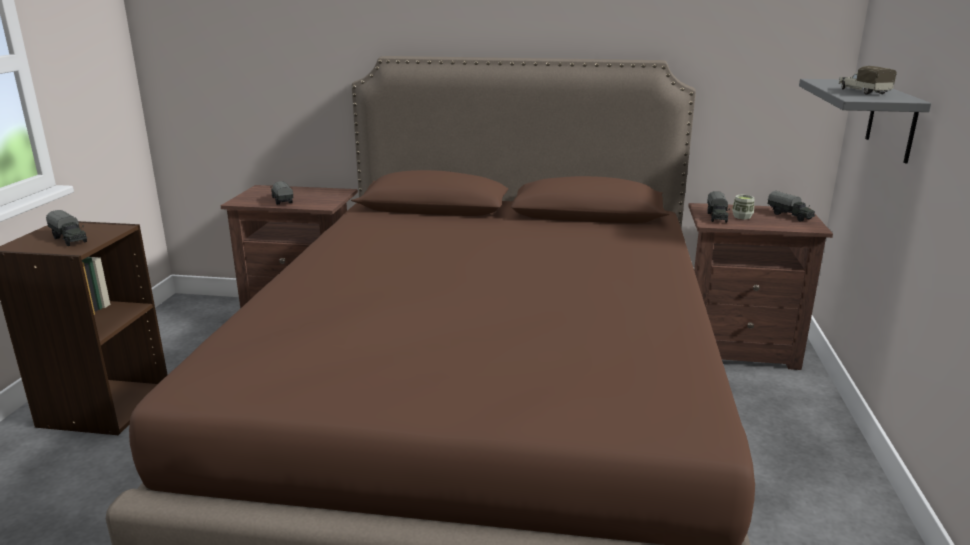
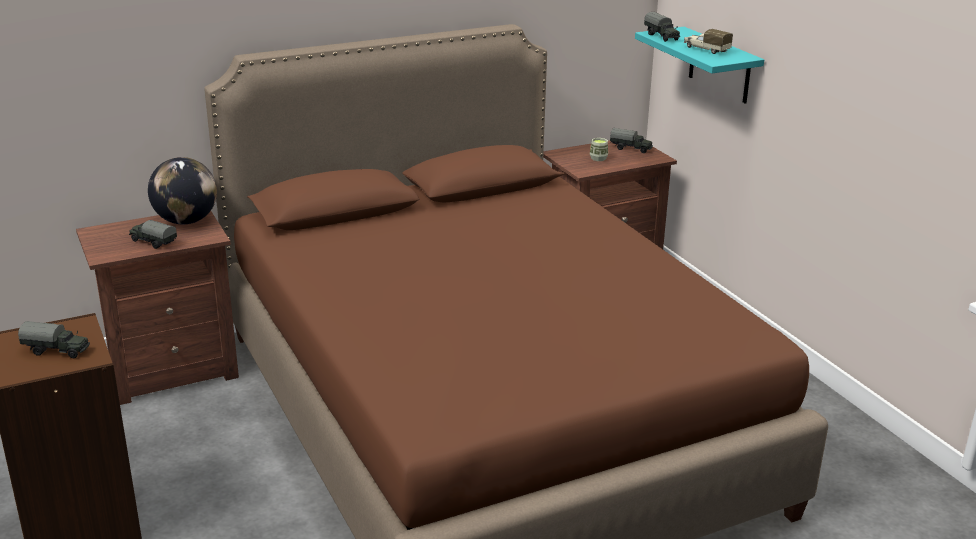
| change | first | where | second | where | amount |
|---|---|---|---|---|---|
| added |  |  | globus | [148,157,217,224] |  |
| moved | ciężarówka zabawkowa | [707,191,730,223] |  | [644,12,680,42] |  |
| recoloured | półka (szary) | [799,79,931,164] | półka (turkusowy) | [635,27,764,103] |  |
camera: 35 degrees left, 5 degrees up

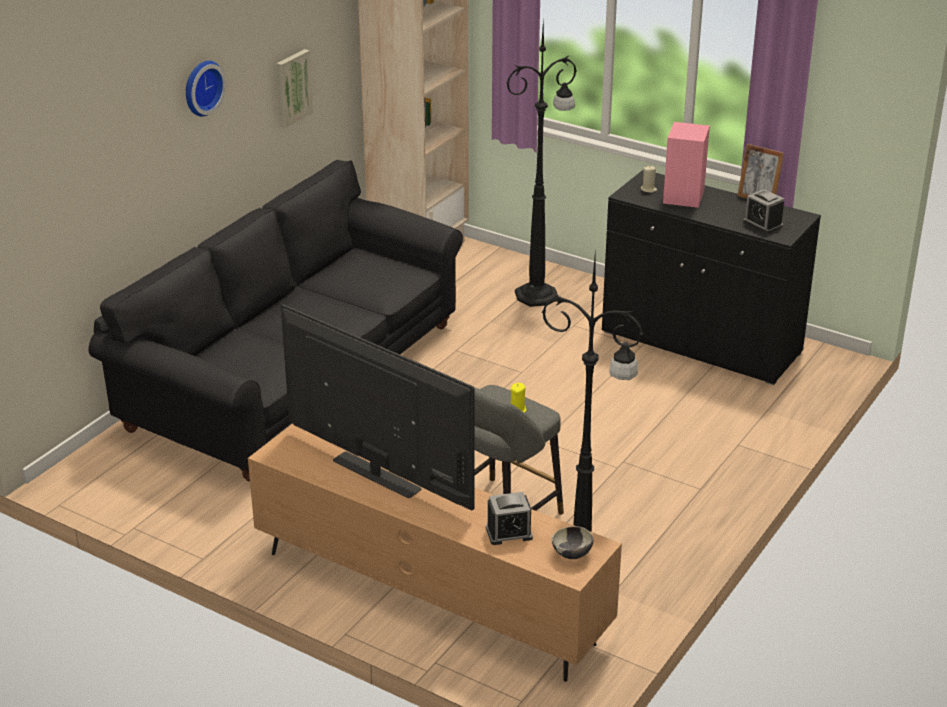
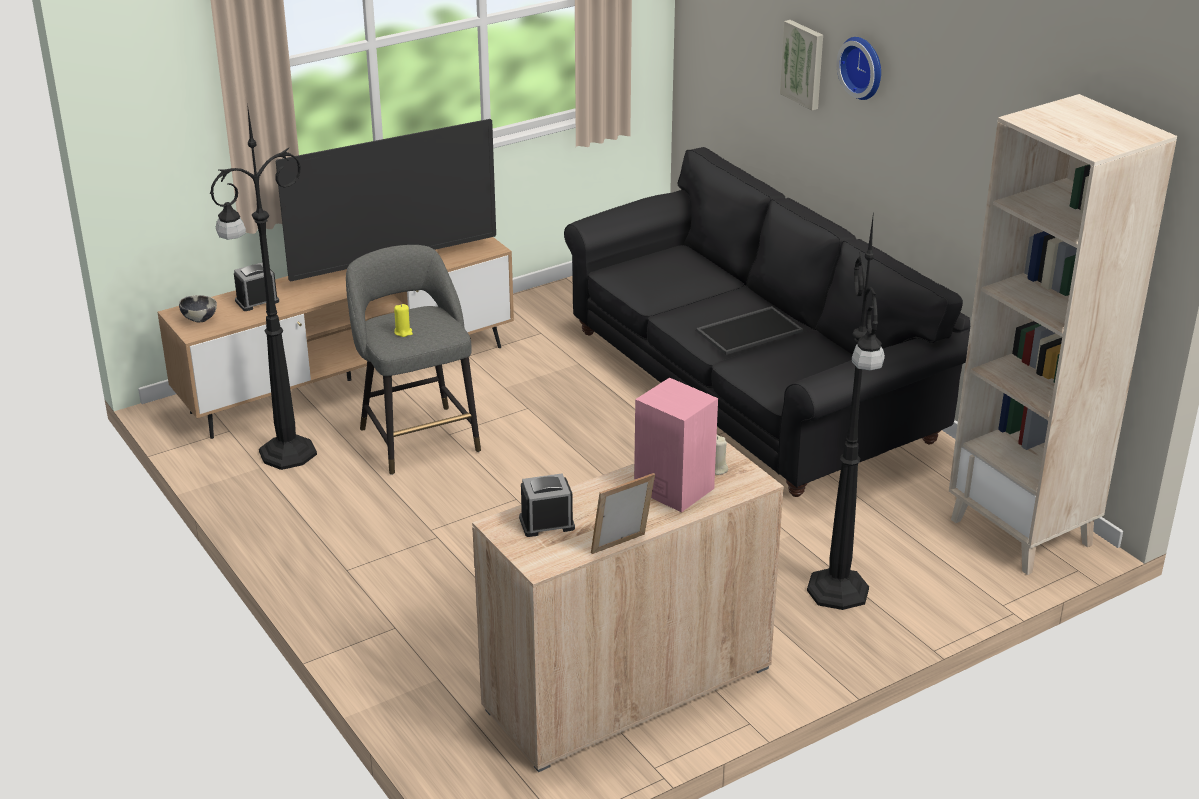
| change | first | where | second | where | amount |
|---|---|---|---|---|---|
| added |  |  | taca | [696,306,803,355] |  |
| moved | obraz | [276,49,313,128] |  | [780,20,823,111] |  |
| recoloured | szafka (czarny) | [602,170,821,385] | szafka (beżowy) | [472,435,784,772] |  |
| turned | budzik | [486,492,533,545] |  | [234,262,279,311] | 45 degrees clockwise |
camera: 115 degrees right, 0 degrees up

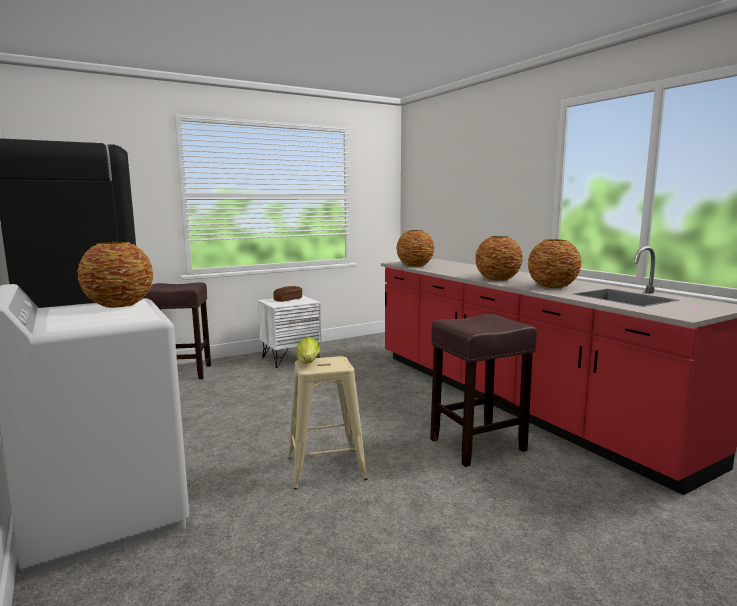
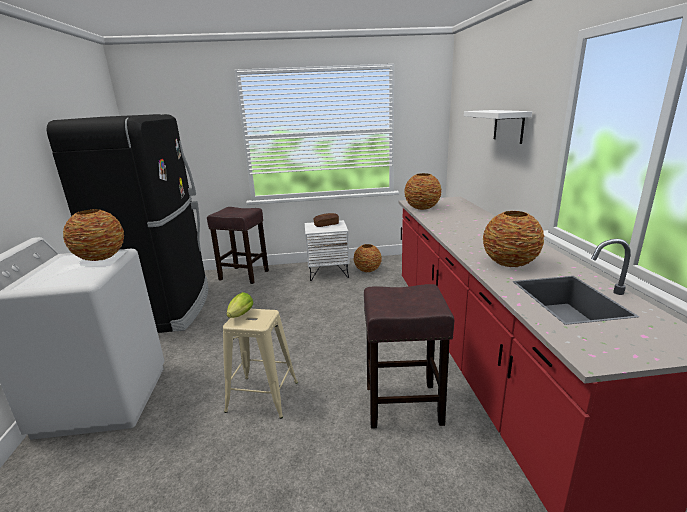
| change | first | where | second | where | amount |
|---|---|---|---|---|---|
| added |  |  | półka (biały) | [464,110,532,144] |  |
| moved | wazon | [475,236,523,281] |  | [353,244,382,272] |  |
camera: 25 degrees right, 10 degrees up

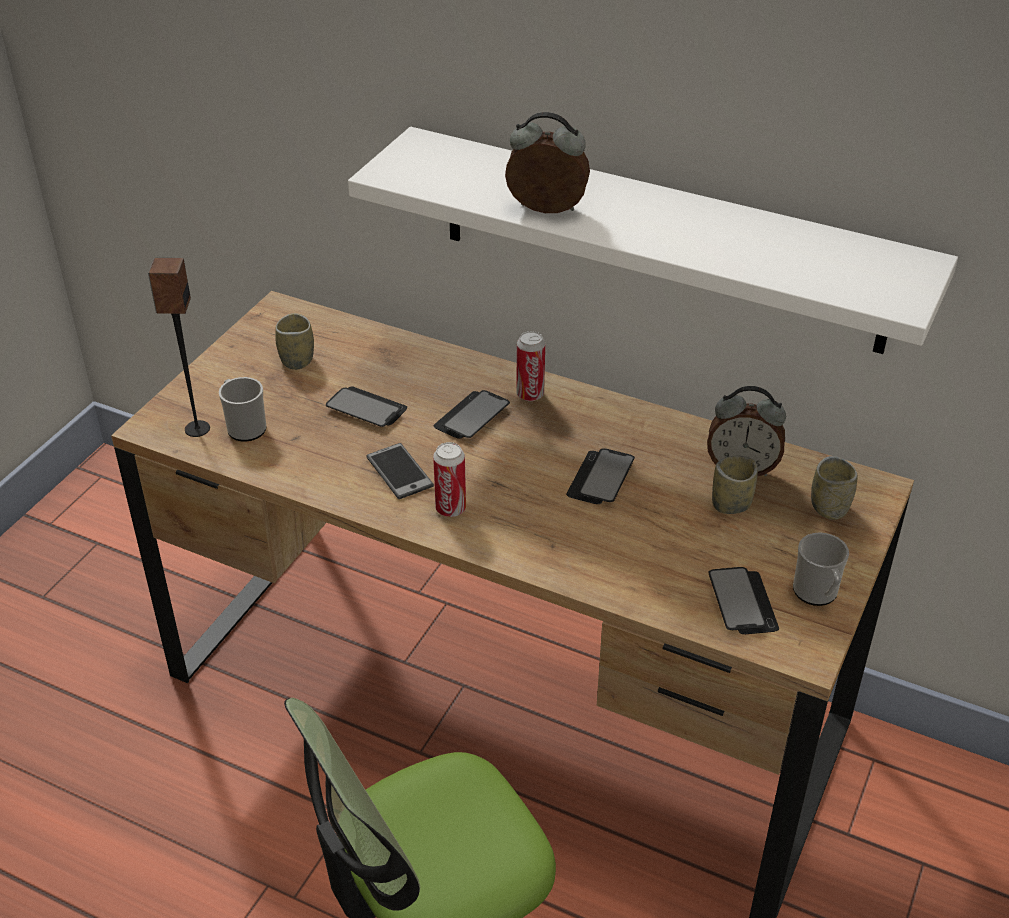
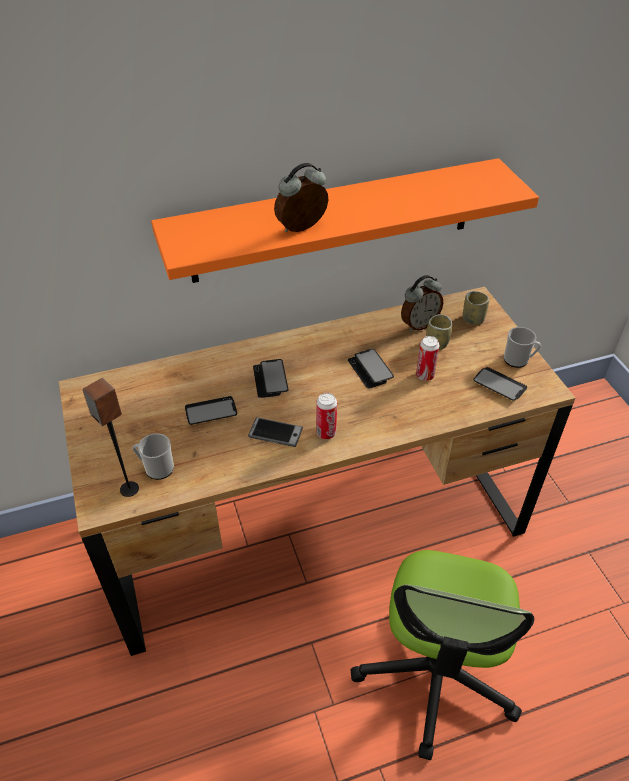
| change | first | where | second | where | amount |
|---|---|---|---|---|---|
| removed | filiżanka | [275,313,314,370] |  |  |  |
| moved | puszka | [516,331,545,401] |  | [416,336,440,381] |  |
| recoloured | półka (biały) | [348,127,958,354] | półka (pomarańczowy) | [151,158,539,283] |  |
camera: 45 degrees left, 5 degrees up

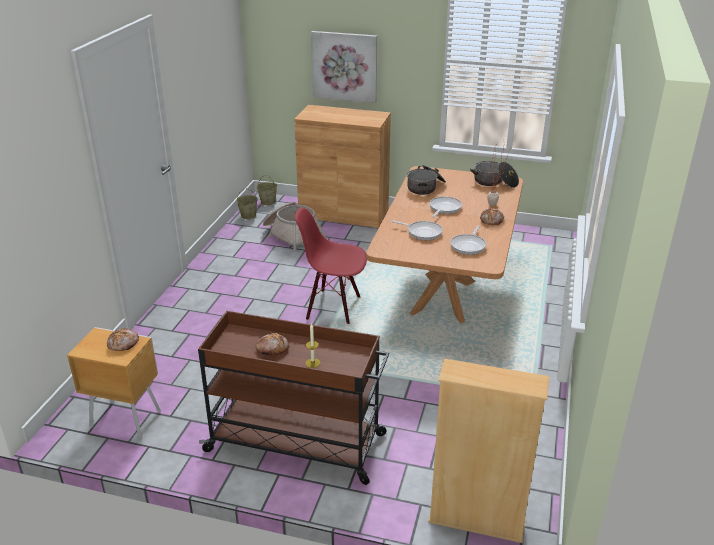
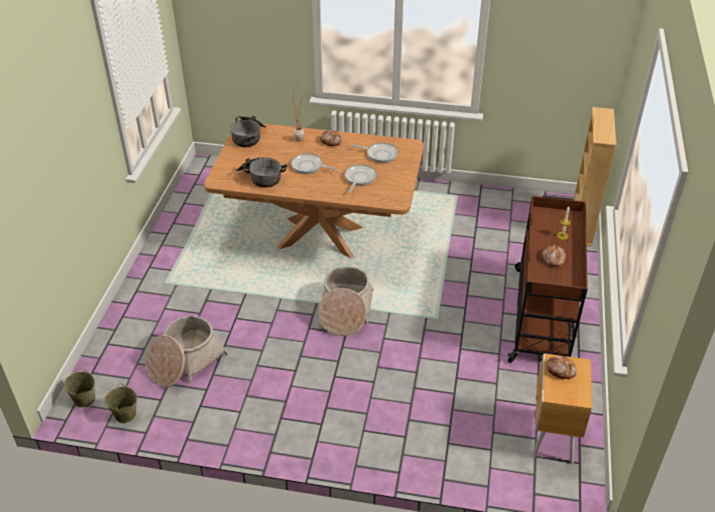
| change | first | where | second | where | amount |
|---|---|---|---|---|---|
| removed | szafka (brązowy) | [294,105,391,228] |  |  |  |
| removed | obraz | [311,31,377,103] |  |  |  |
| replaced | krzesło (czerwony) | [295,207,367,324] | koszyk | [319,266,374,336] |  |
camera: 95 degrees left, 10 degrees up

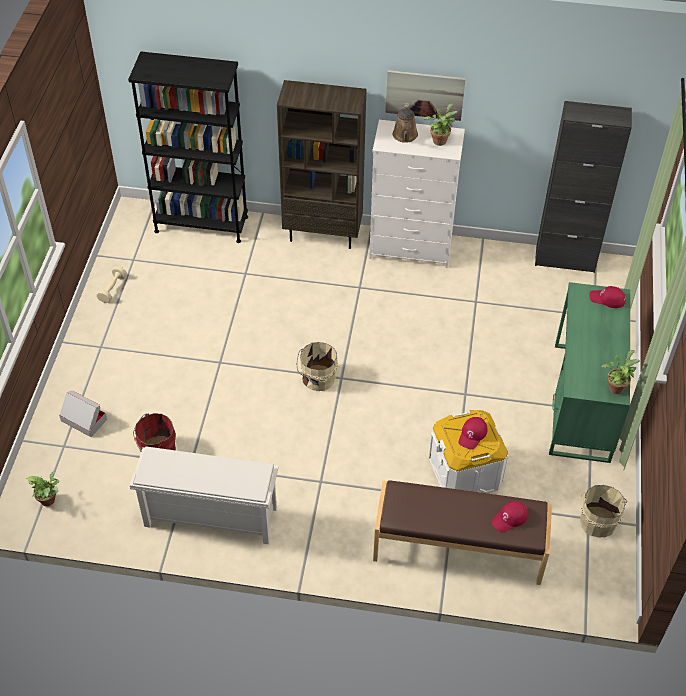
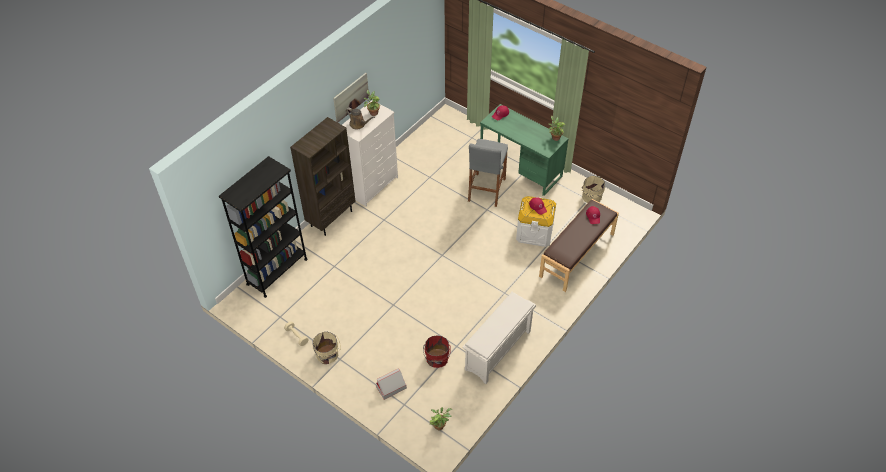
| change | first | where | second | where | amount |
|---|---|---|---|---|---|
| removed | szafka (czarny) | [535,101,632,273] |  |  |  |
| added |  |  | stołek (szary) | [468,139,508,207] |  |
| moved | wiadro (beżowy) | [297,342,338,391] |  | [313,332,341,364] |  |
camera: 60 degrees left, 0 degrees up

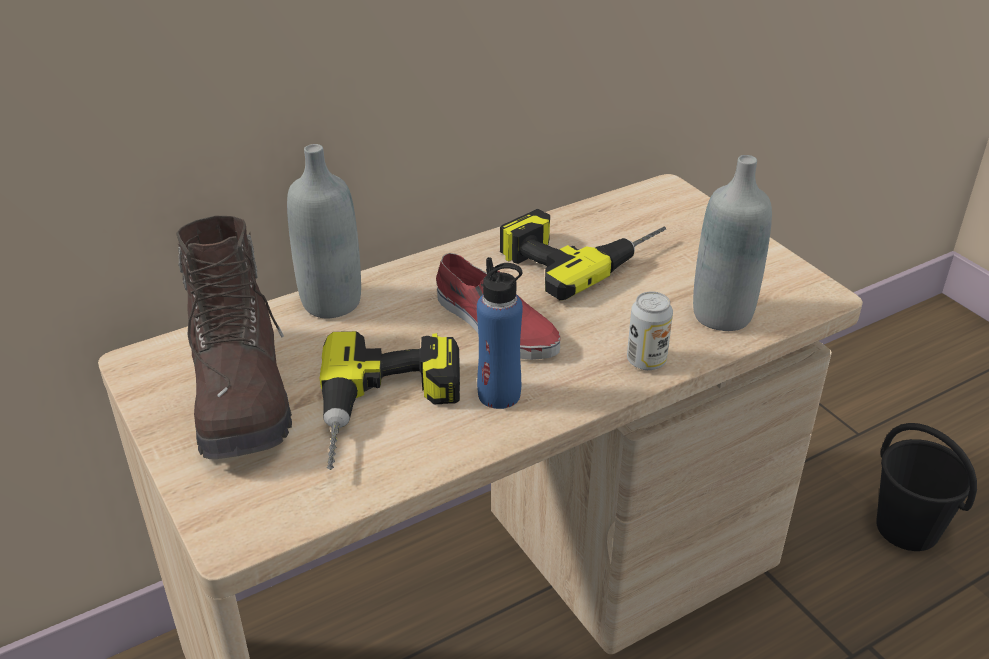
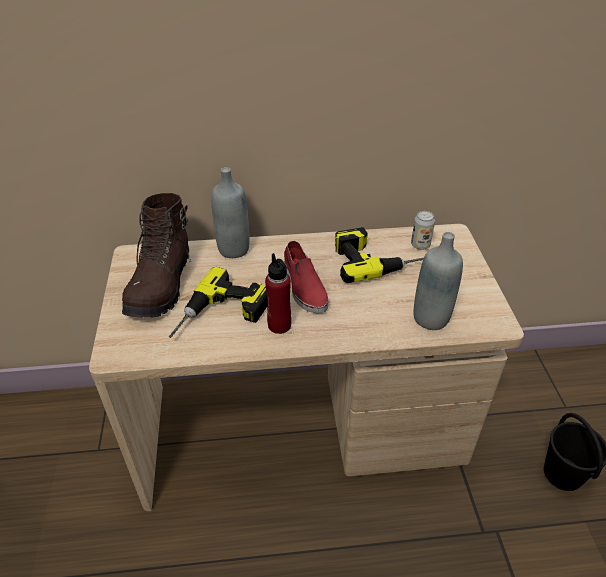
| change | first | where | second | where | amount |
|---|---|---|---|---|---|
| moved | puszka | [627,291,673,370] |  | [411,211,435,250] |  |
| recoloured | butelka (niebieski) | [477,257,523,409] | butelka (czerwony) | [265,253,292,334] |  |
camera: 25 degrees right, 5 degrees up

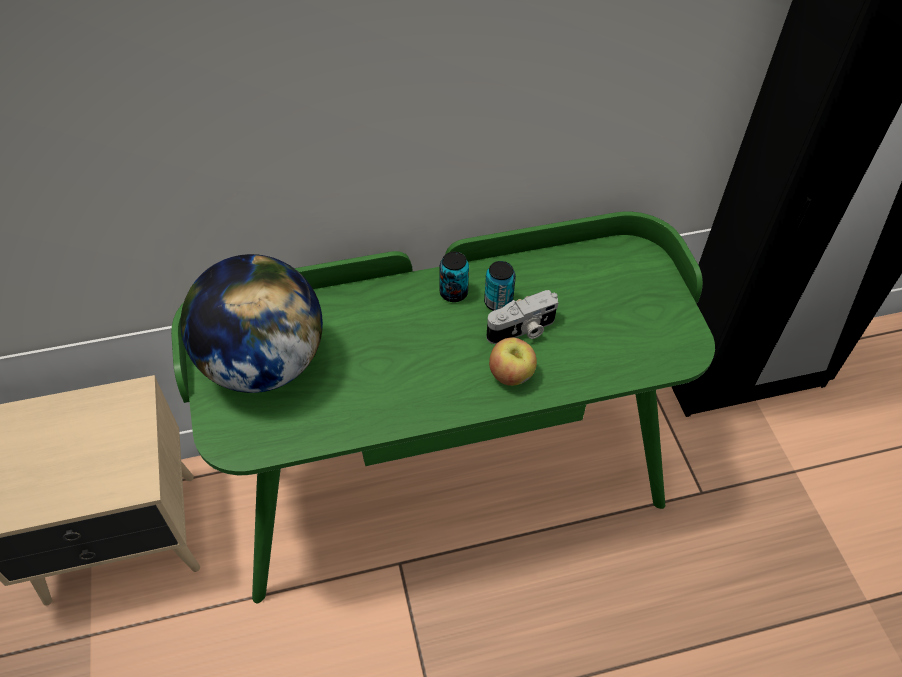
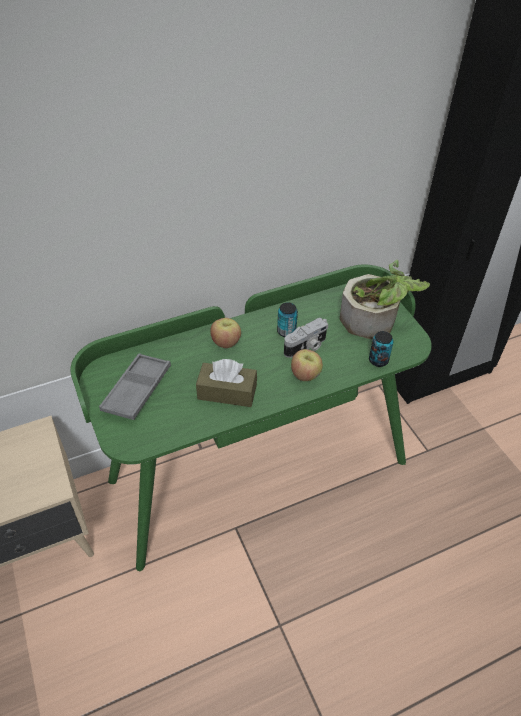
| change | first | where | second | where | amount |
|---|---|---|---|---|---|
| added |  |  | pudełko chusteczek (brązowy) | [196,359,257,407] |  |
| added |  |  | jabłko | [210,318,241,348] |  |
| added |  |  | roślina doniczkowa | [340,260,430,339] |  |
| moved | puszka | [440,252,469,302] |  | [369,331,393,367] |  |
| replaced | globus | [180,254,323,393] | taca (szary) | [99,353,171,420] |  |
camera: 10 degrees left, 5 degrees down

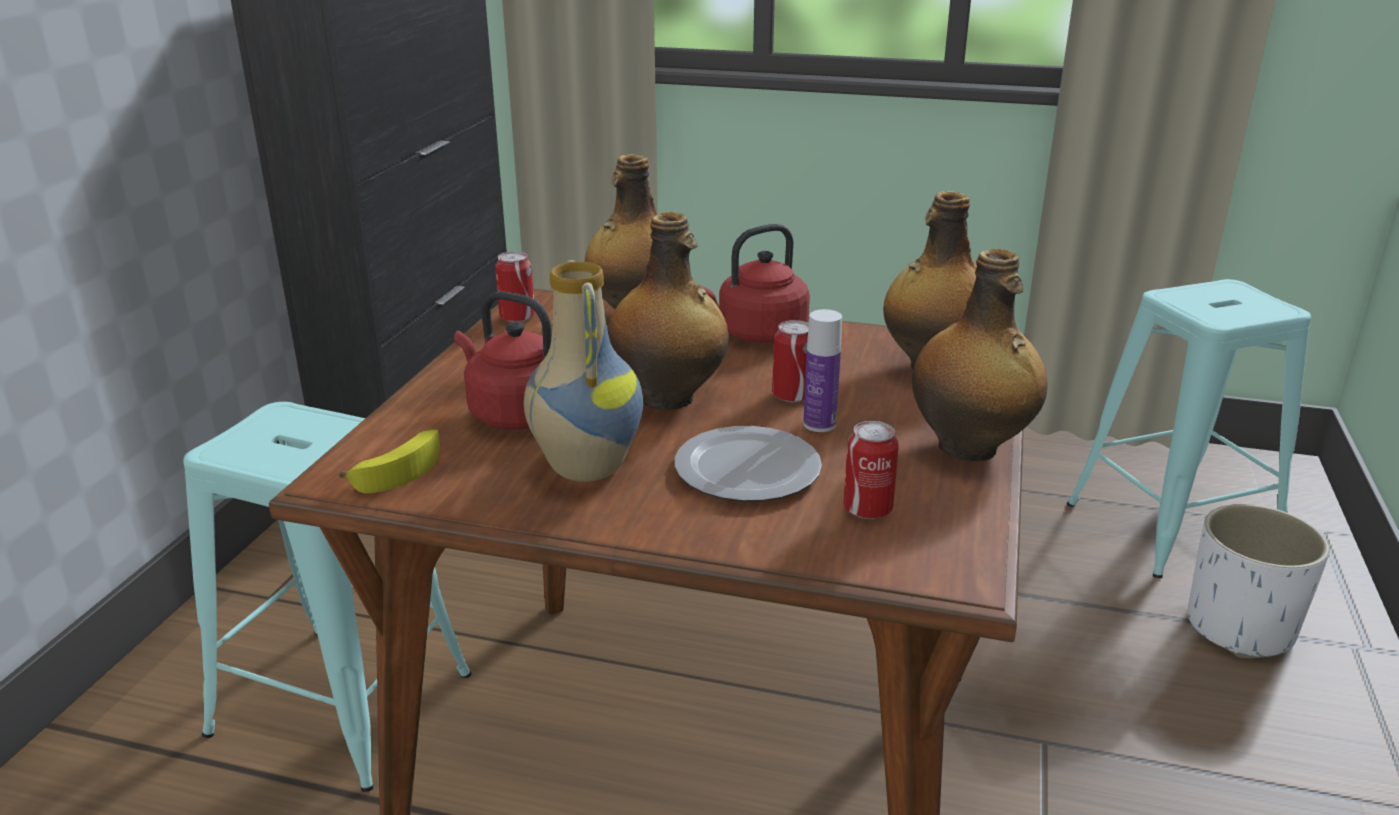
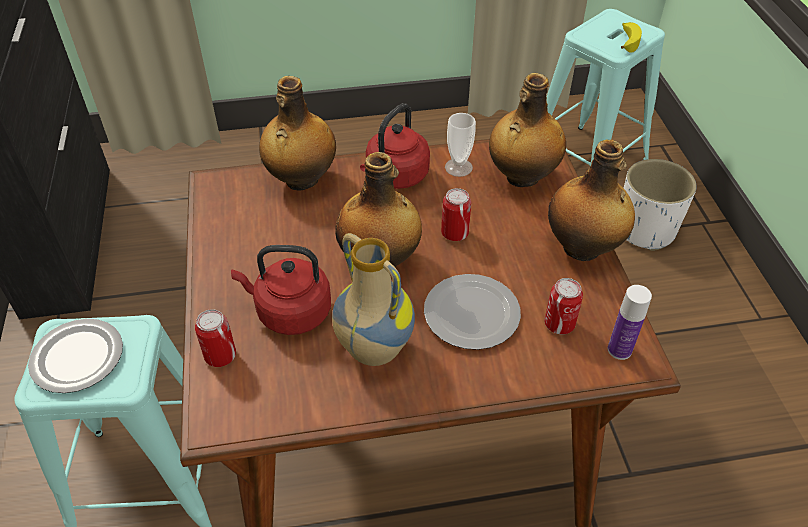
| change | first | where | second | where | amount |
|---|---|---|---|---|---|
| added |  |  | talerz | [28,319,123,393] |  |
| added |  |  | filiżanka | [445,113,476,177] |  |
| moved | banan | [339,429,440,493] |  | [621,22,642,53] |  |
| moved | puszka | [495,252,535,322] |  | [195,309,236,367] |  |
| moved | butelka | [803,309,842,432] |  | [608,285,652,360] |  |
camera: 25 degrees left, 20 degrees up

